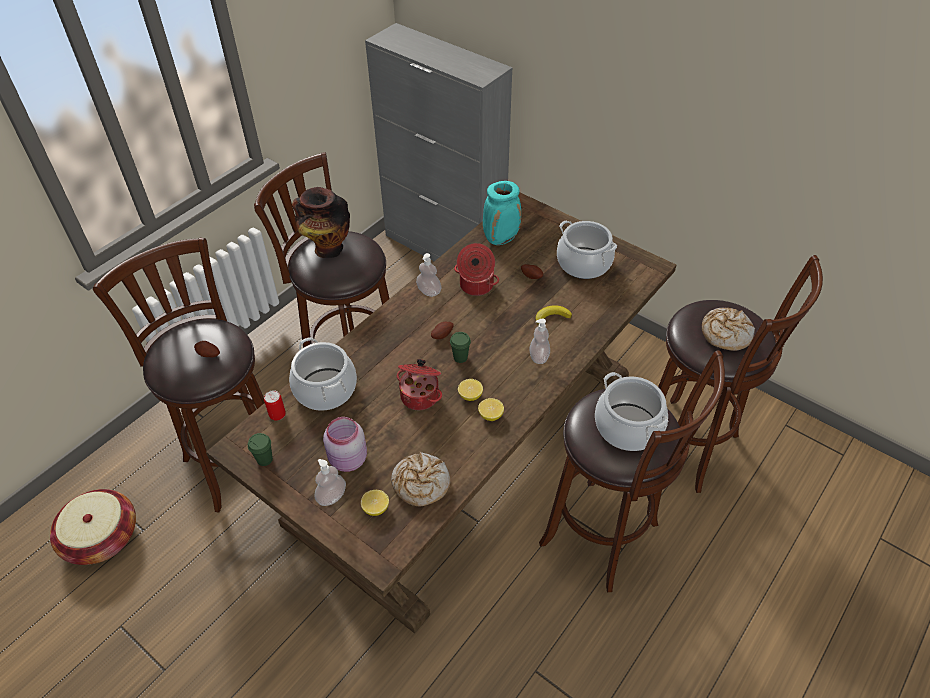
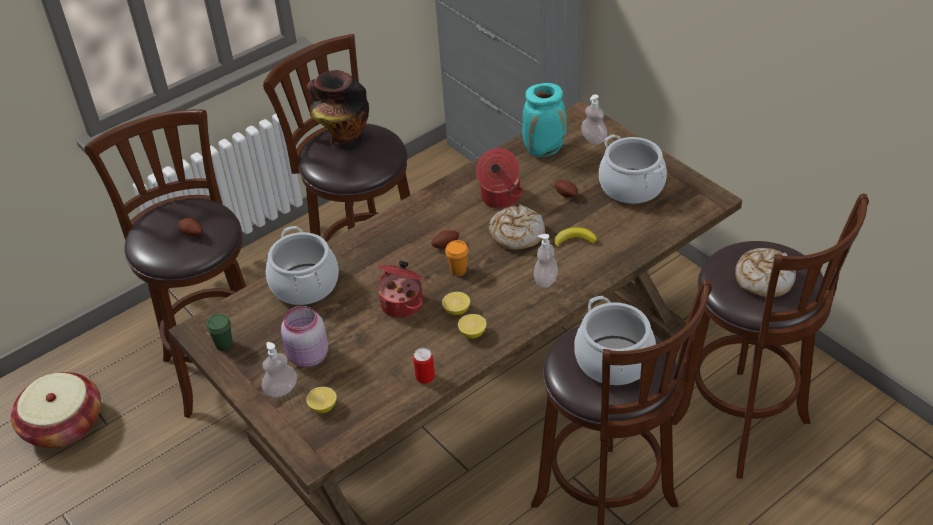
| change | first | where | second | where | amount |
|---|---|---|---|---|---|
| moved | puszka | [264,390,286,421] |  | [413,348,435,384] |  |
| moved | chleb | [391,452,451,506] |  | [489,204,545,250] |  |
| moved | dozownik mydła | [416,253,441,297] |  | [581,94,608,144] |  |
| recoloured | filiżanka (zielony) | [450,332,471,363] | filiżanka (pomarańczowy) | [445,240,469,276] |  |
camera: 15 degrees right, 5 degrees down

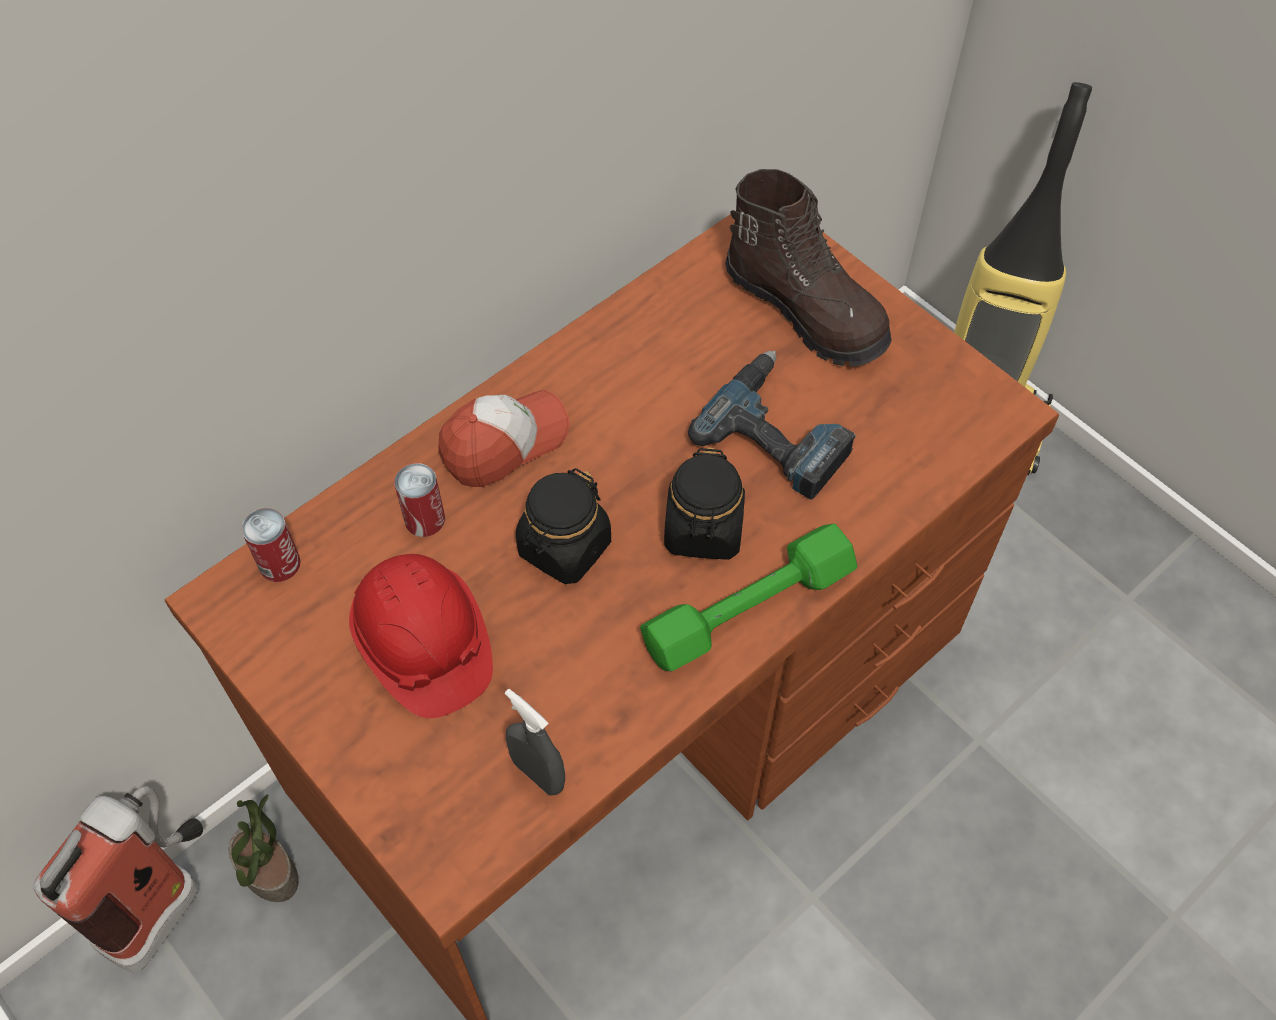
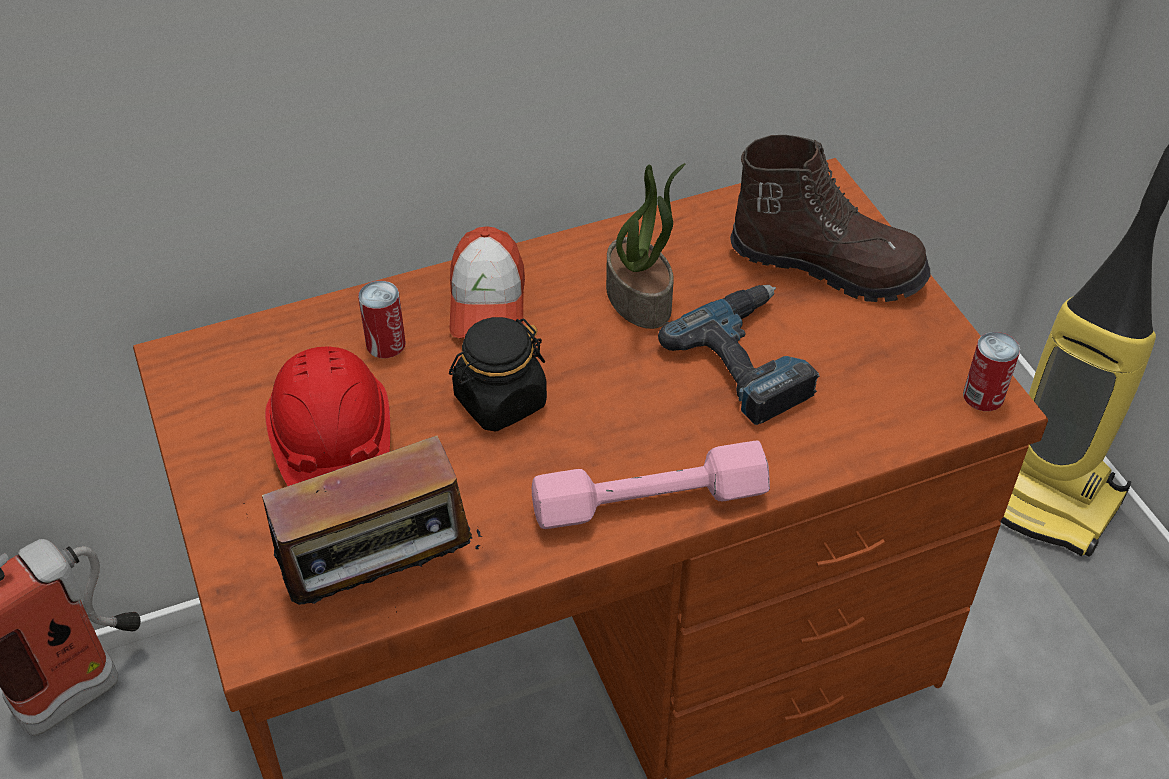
| change | first | where | second | where | amount |
|---|---|---|---|---|---|
| removed | słoik (czarny) | [664,447,745,560] |  |  |  |
| moved | roślina doniczkowa | [229,794,299,902] |  | [606,163,686,329] |  |
| moved | puszka | [242,508,301,582] |  | [963,332,1020,411] |  |
| replaced | spryskiwacz (szary) | [505,689,565,796] | radio | [243,436,483,608] |  |
| recoloured | hantel (zielony) | [640,524,857,671] | hantel (różowy) | [532,440,770,529] |  |
| turned | czapka z daszkiem | [438,390,570,487] |  | [450,226,525,339] | 105 degrees clockwise |
| turned | but z cholewką (brązowy) | [725,169,892,367] |  | [730,135,931,302] | 45 degrees counterclockwise |
camera: 20 degrees right, 10 degrees down

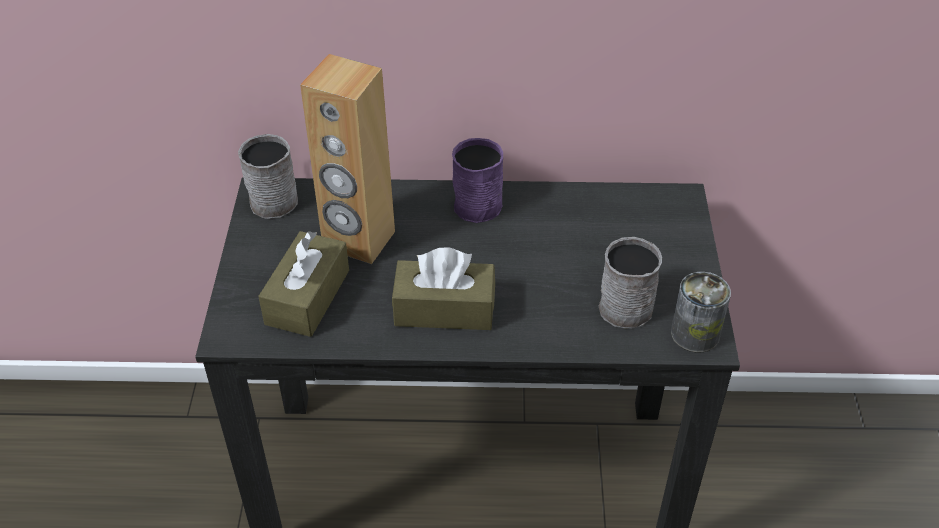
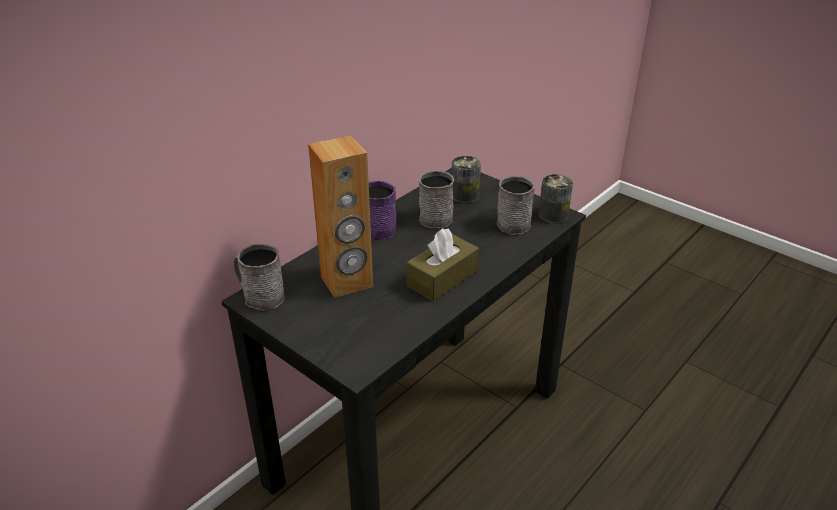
| change | first | where | second | where | amount |
|---|---|---|---|---|---|
| removed | pudełko chusteczek (brązowy) | [258,231,349,337] |  |  |  |
| added |  |  | kubek (szary) | [419,170,454,228] |  |
| added |  |  | puszka | [451,156,481,203] |  |
camera: 50 degrees left, 10 degrees down

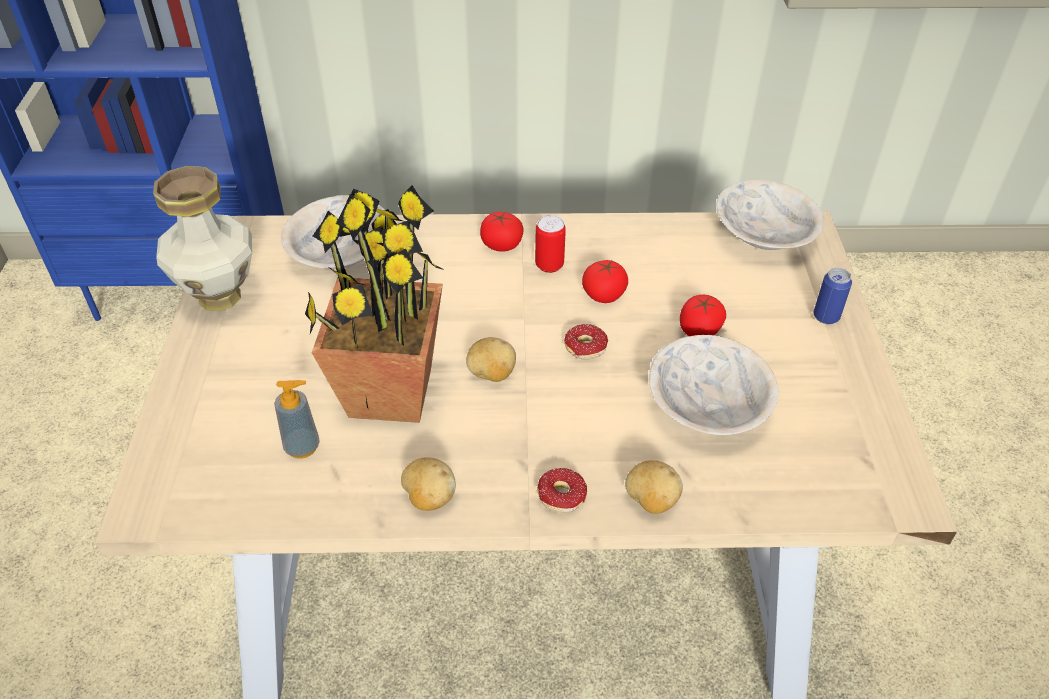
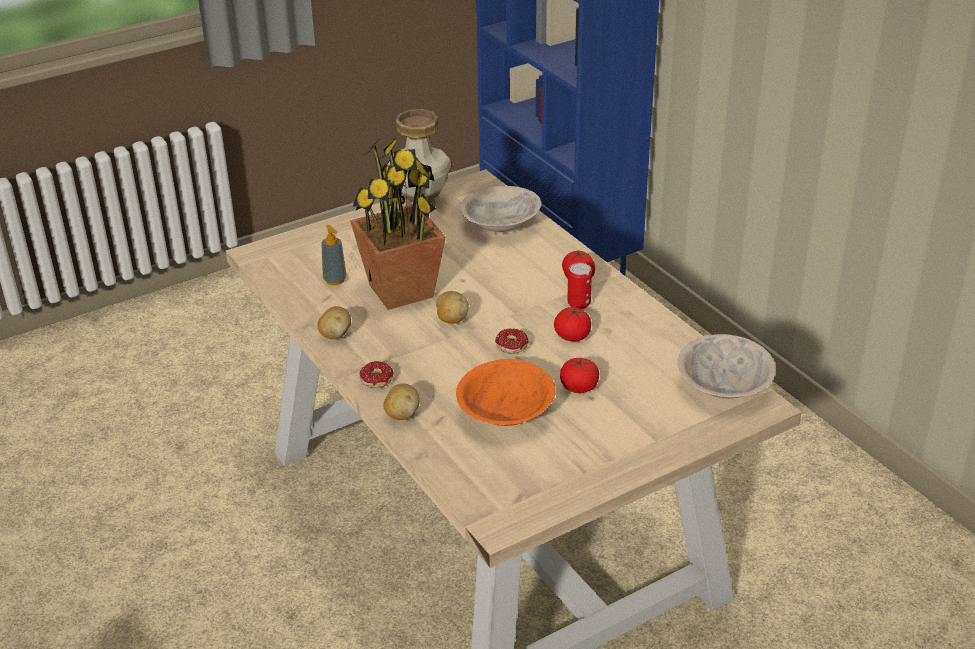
| change | first | where | second | where | amount |
|---|---|---|---|---|---|
| removed | puszka | [814,268,852,324] |  |  |  |
| recoloured | miska (beżowy) | [649,335,779,435] | miska (pomarańczowy) | [456,359,556,426] |  |
camera: 60 degrees right, 10 degrees down

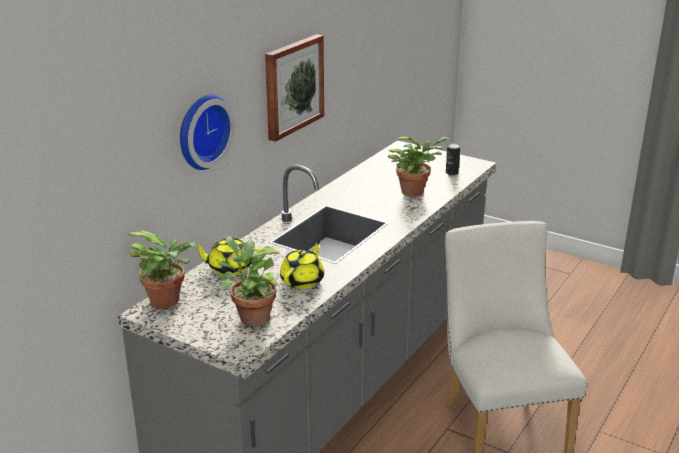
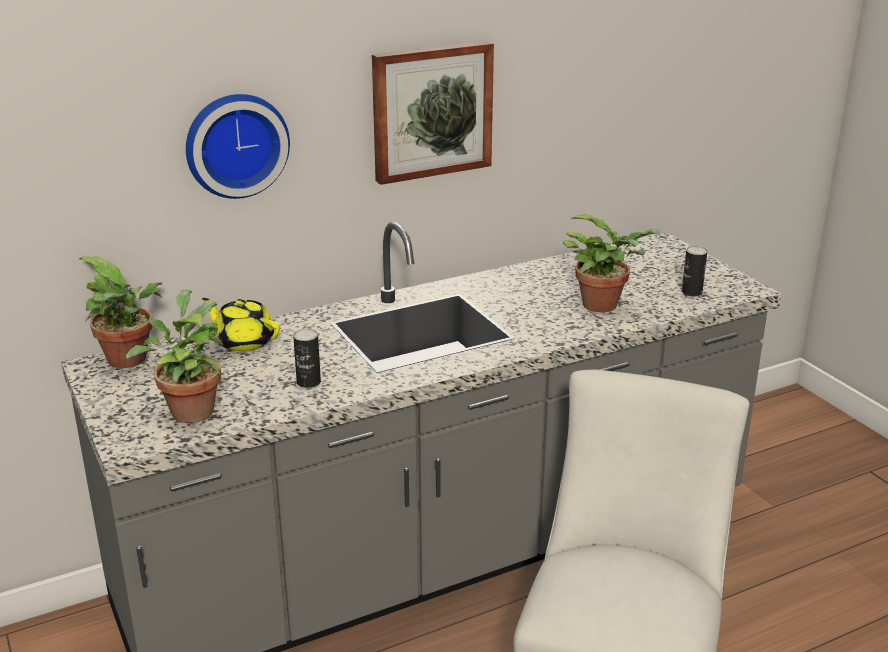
| change | first | where | second | where | amount |
|---|---|---|---|---|---|
| replaced | imbryk (żółty) | [280,242,324,289] | puszka | [293,328,321,388] |  |
camera: 30 degrees right, 0 degrees up

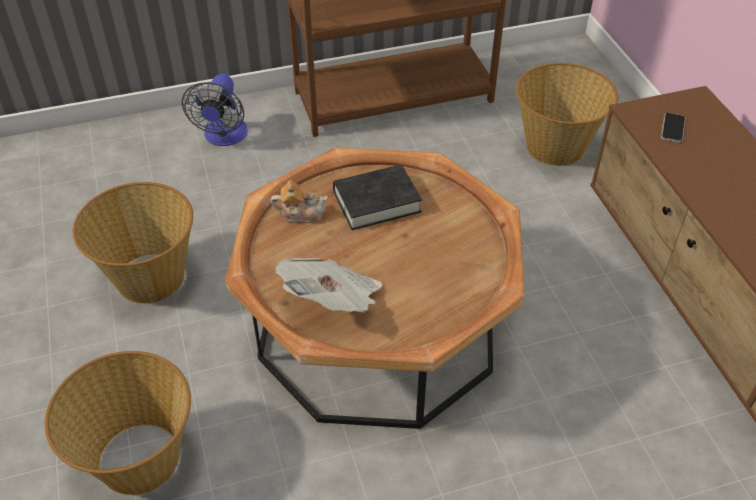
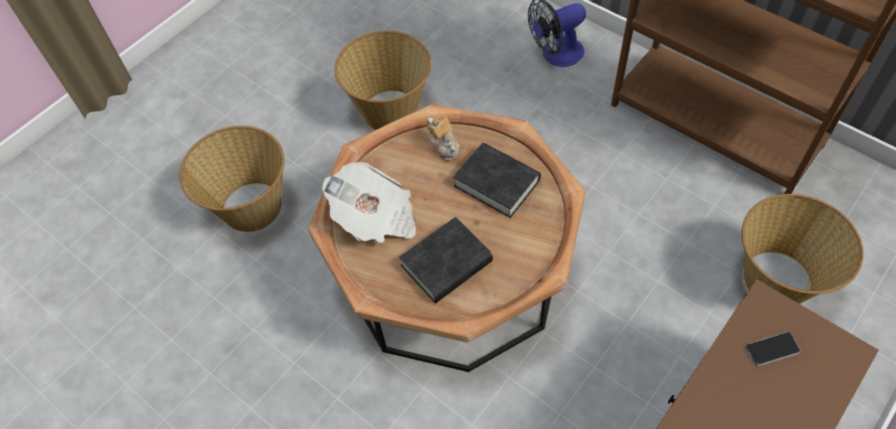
| change | first | where | second | where | amount |
|---|---|---|---|---|---|
| added |  |  | książka (czarny) | [399,217,493,303] |  |
camera: 60 degrees right, 10 degrees up

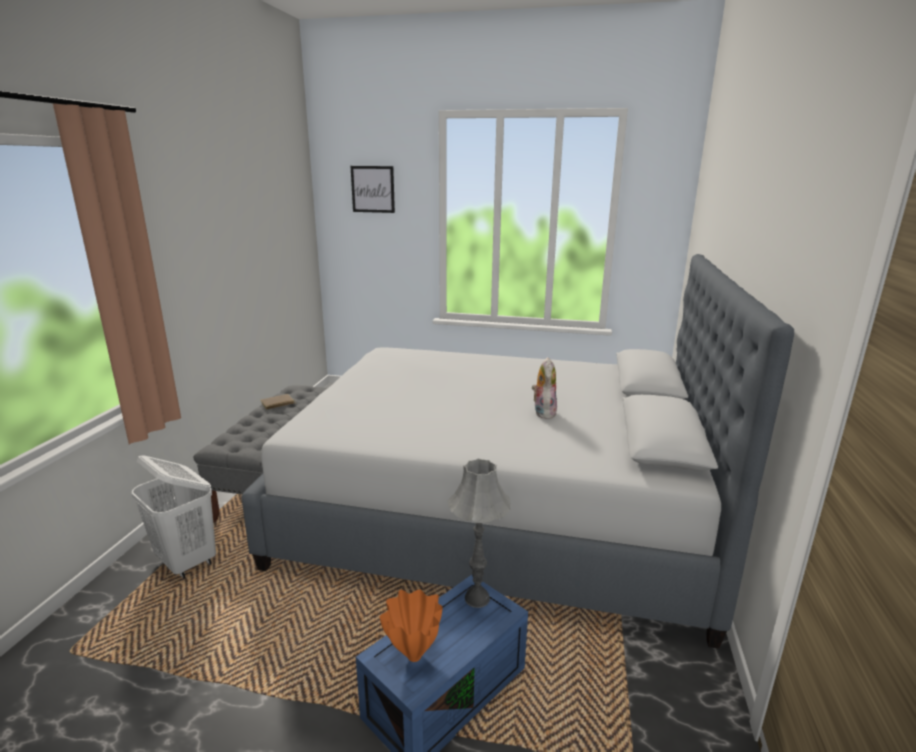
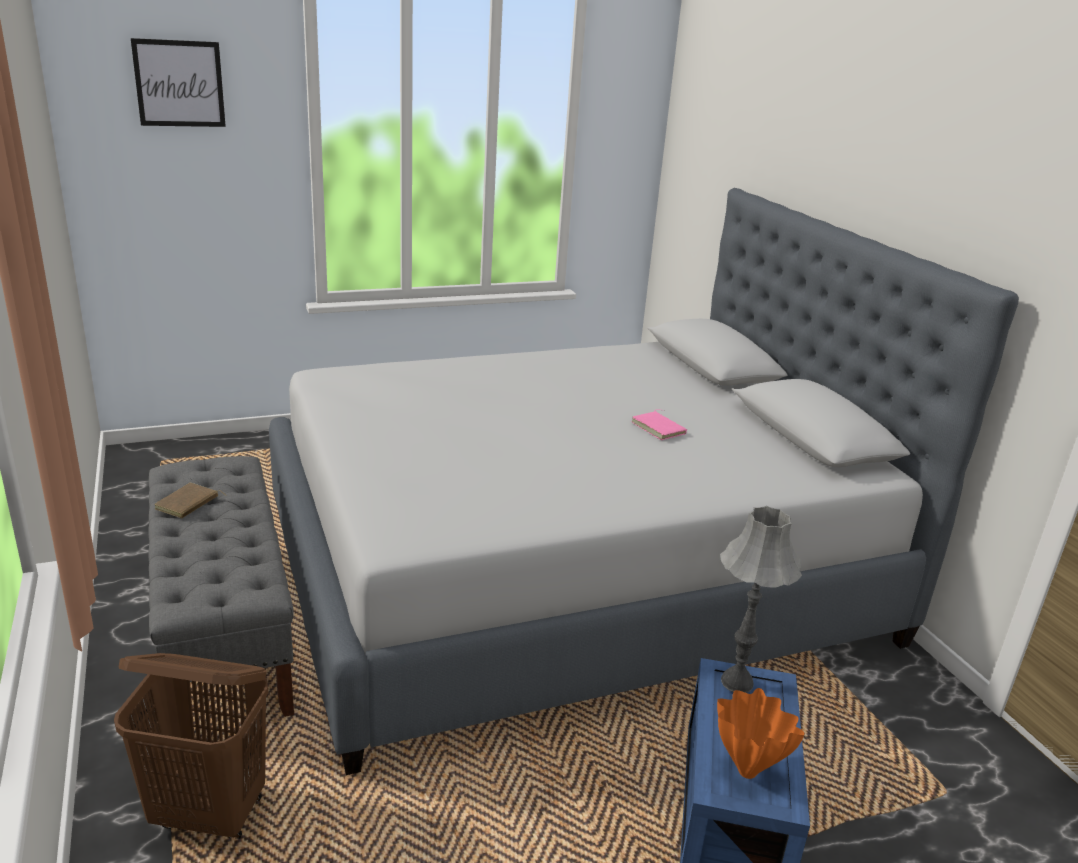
| change | first | where | second | where | amount |
|---|---|---|---|---|---|
| replaced | pluszak | [532,357,557,419] | książka (różowy) | [631,409,687,440] |  |
| recoloured | kosz na pranie (biały) | [132,455,216,579] | kosz na pranie (brązowy) | [114,653,269,839] |  |
camera: 35 degrees left, 5 degrees up

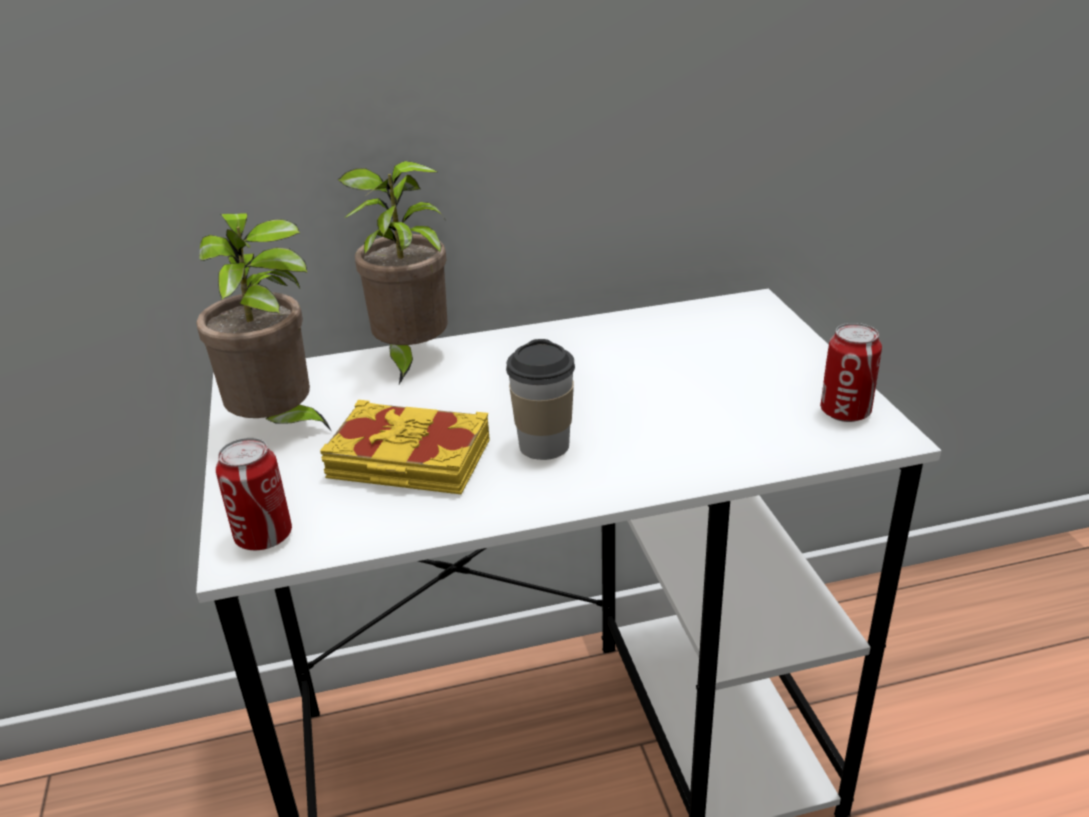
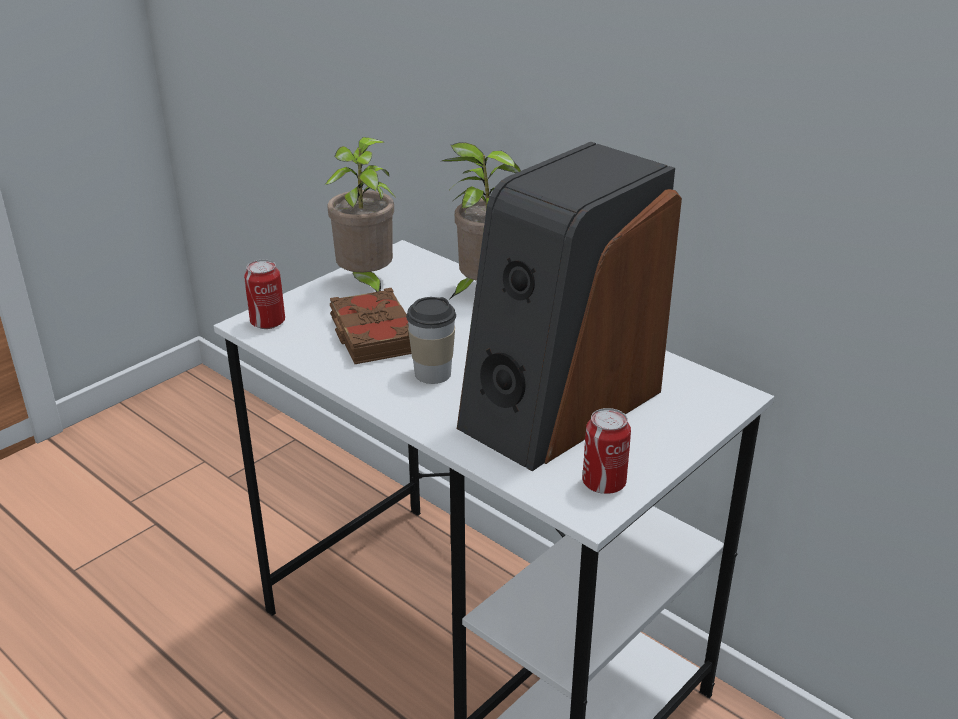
| change | first | where | second | where | amount |
|---|---|---|---|---|---|
| added |  |  | głośnik | [457,142,682,471] |  |
| recoloured | książka (żółty) | [320,400,490,494] | książka (brązowy) | [330,288,411,364] |  |
camera: 55 degrees right, 0 degrees up

